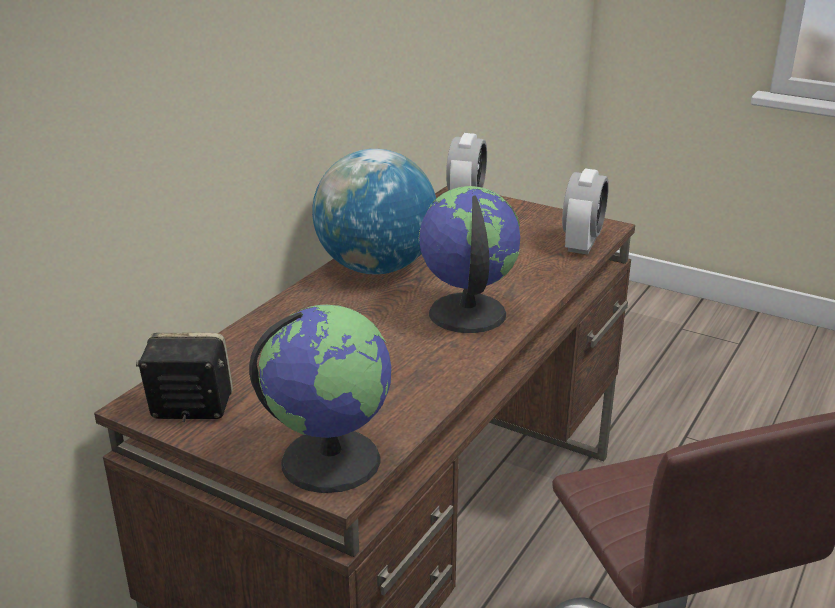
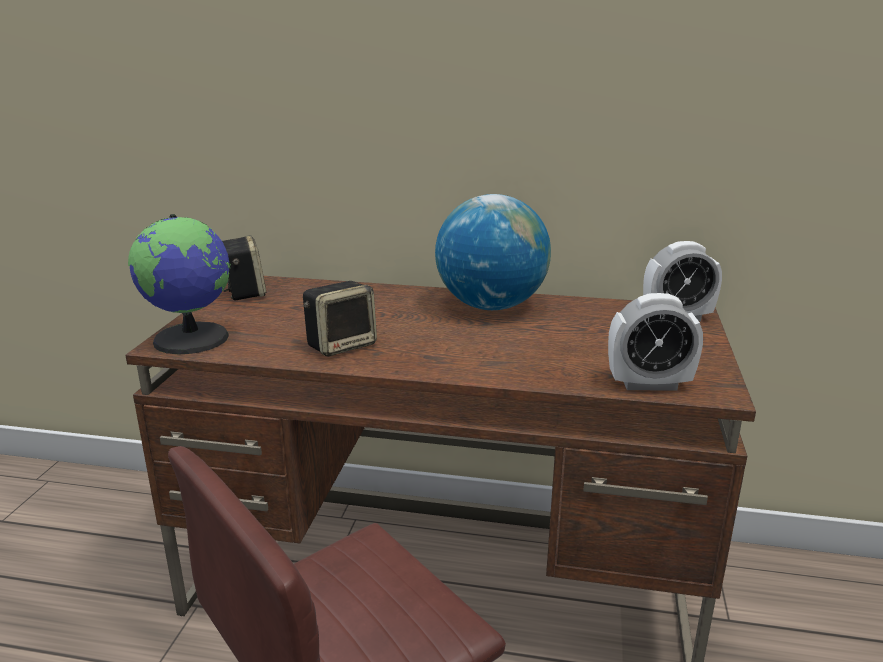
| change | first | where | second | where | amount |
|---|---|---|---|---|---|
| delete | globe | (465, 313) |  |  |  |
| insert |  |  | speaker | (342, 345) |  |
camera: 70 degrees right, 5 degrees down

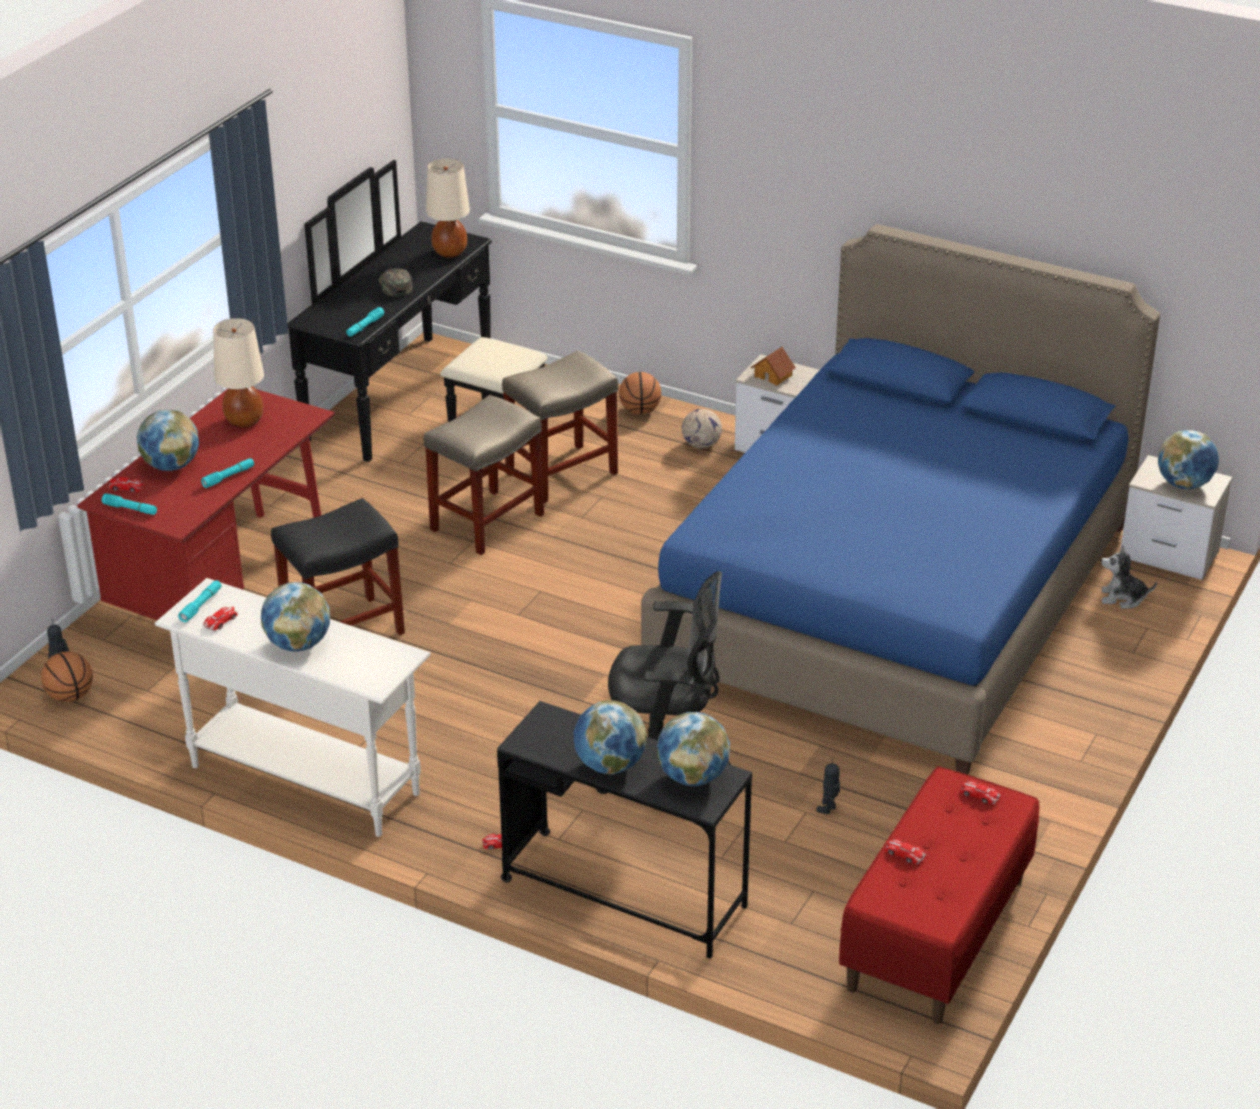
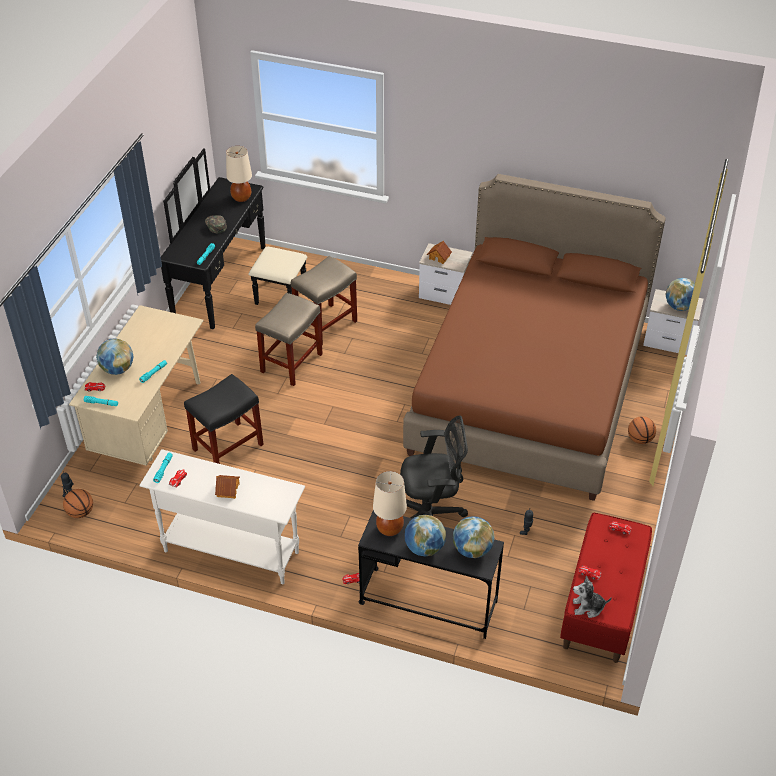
| change | first | where | second | where | amount |
|---|---|---|---|---|---|
| recolor | red desk | (224, 581) | beige desk | (150, 422) |  |
| move | beige table lamp | (245, 421) |  | (390, 528) |  |
| replace | globe | (298, 644) | toy house | (227, 490) |  |
| move | basketball | (640, 411) |  | (640, 439) |  |
| recolor | blue bed | (896, 598) | brown bed | (530, 387) |  |
| delete | football | (702, 445) |  |  |  |
| move | plush toy | (1122, 598) |  | (588, 607) |  |
camera: 10 degrees left, 10 degrees up

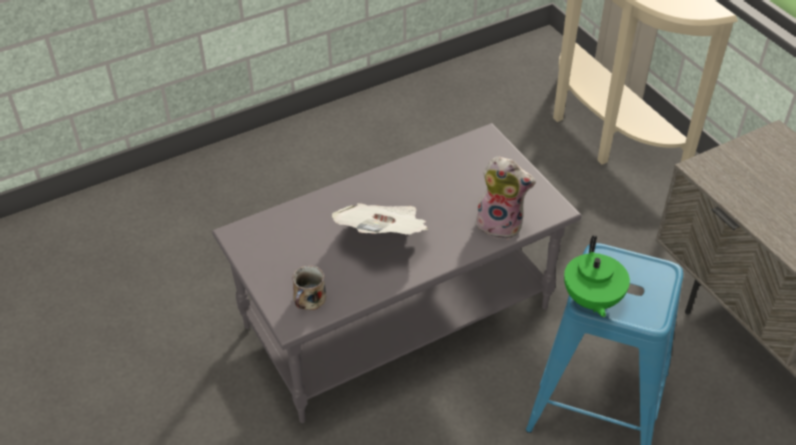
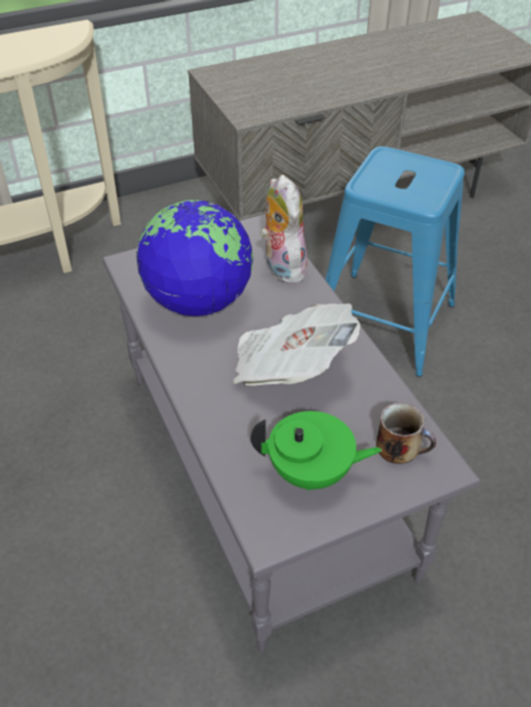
| change | first | where | second | where | amount |
|---|---|---|---|---|---|
| rotate | plush toy | (501, 224) |  | (281, 267) | 45 degrees counterclockwise |
| move | green teapot | (591, 300) |  | (311, 473) |  |
| insert |  |  | globe | (198, 301) |  |
camera: 85 degrees left, 0 degrees up

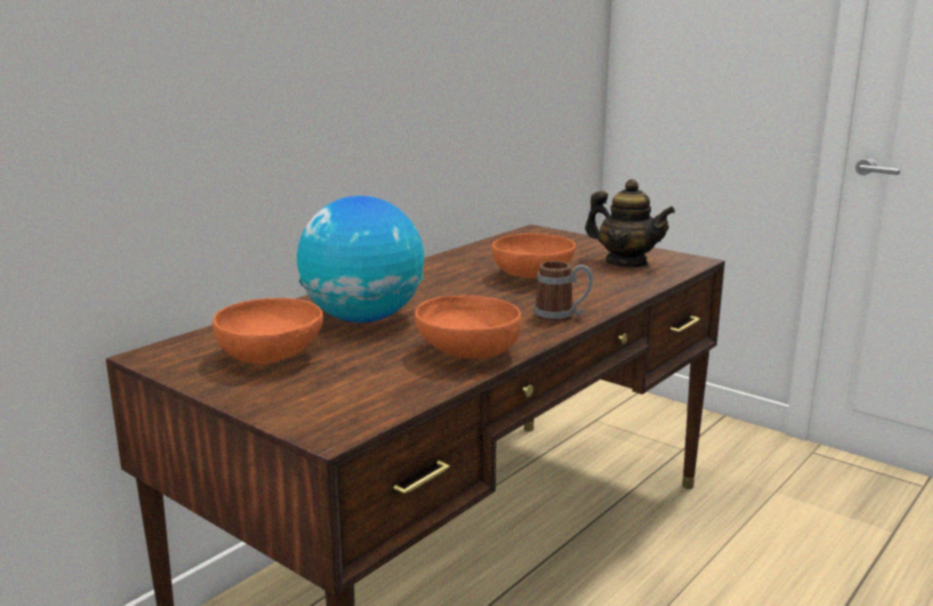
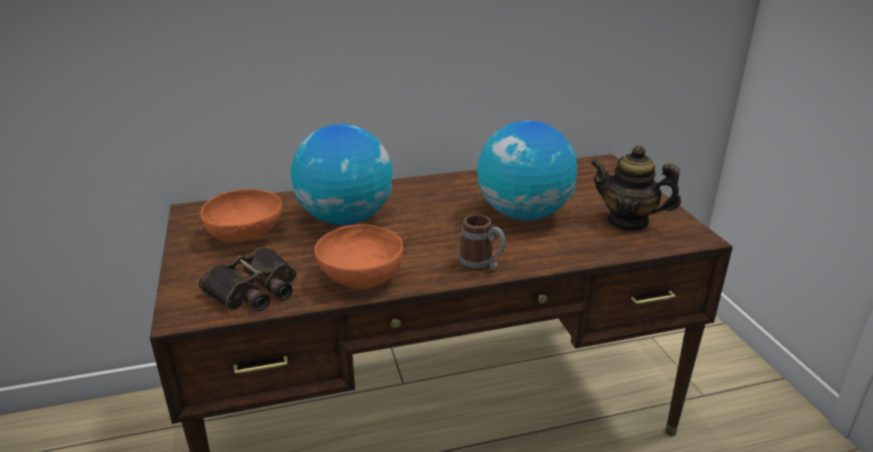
| change | first | where | second | where | amount |
|---|---|---|---|---|---|
| replace | orange bowl | (533, 277) | globe | (523, 215) |  |
| rotate | teapot | (626, 263) |  | (628, 222) | 135 degrees clockwise |
| insert |  |  | binoculars | (255, 290) |  |
camera: 35 degrees right, 10 degrees up

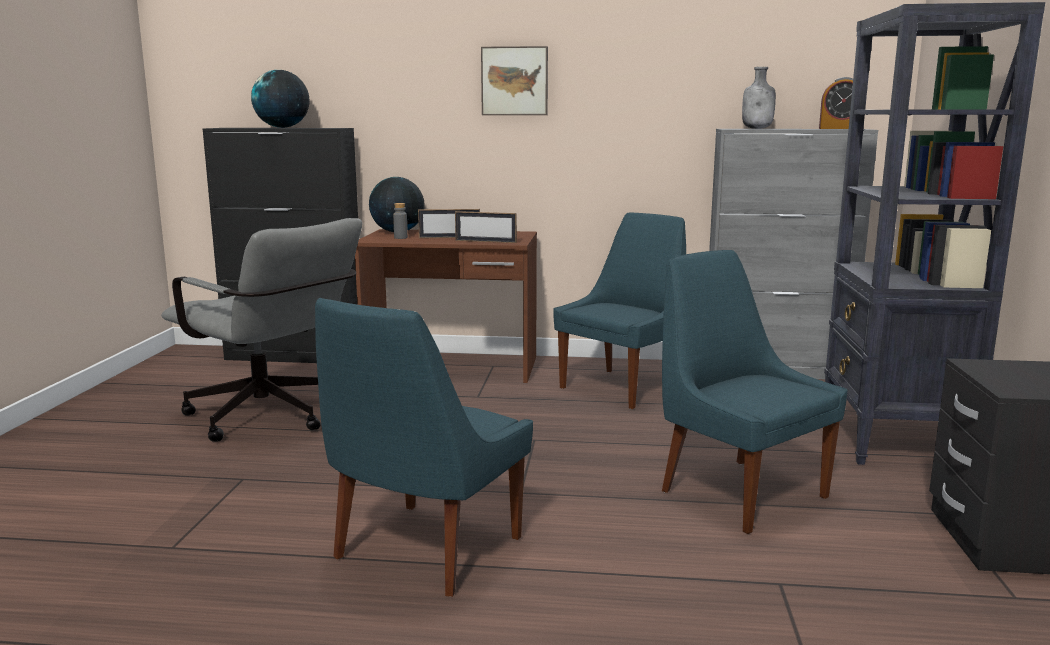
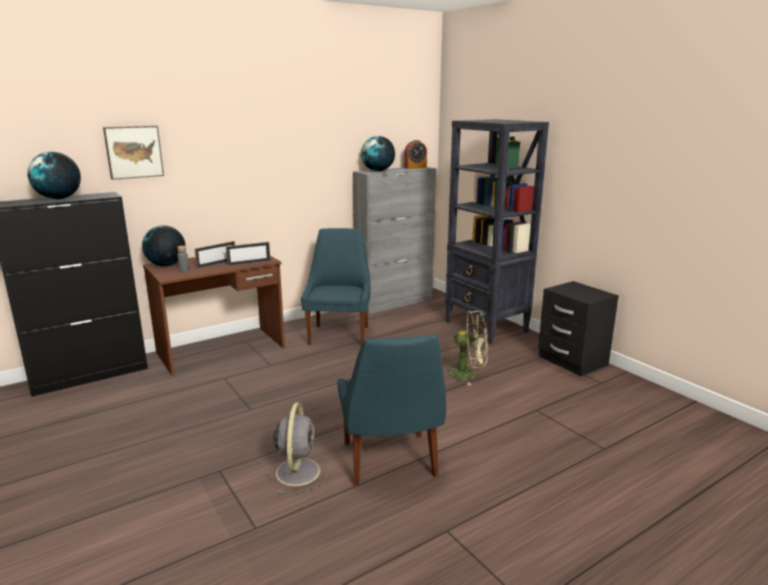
| change | first | where | second | where | amount |
|---|---|---|---|---|---|
| delete | grey office chair | (272, 418) |  |  |  |
| move | picture | (515, 81) |  | (133, 152) |  |
| replace | blue chair | (738, 492) | green fan | (468, 374) |  |
| replace | grey bottle | (757, 128) | globe | (378, 171) |  |
| insert |  |  | grey fan | (298, 470) |  |
camera: 40 degrees left, 5 degrees up

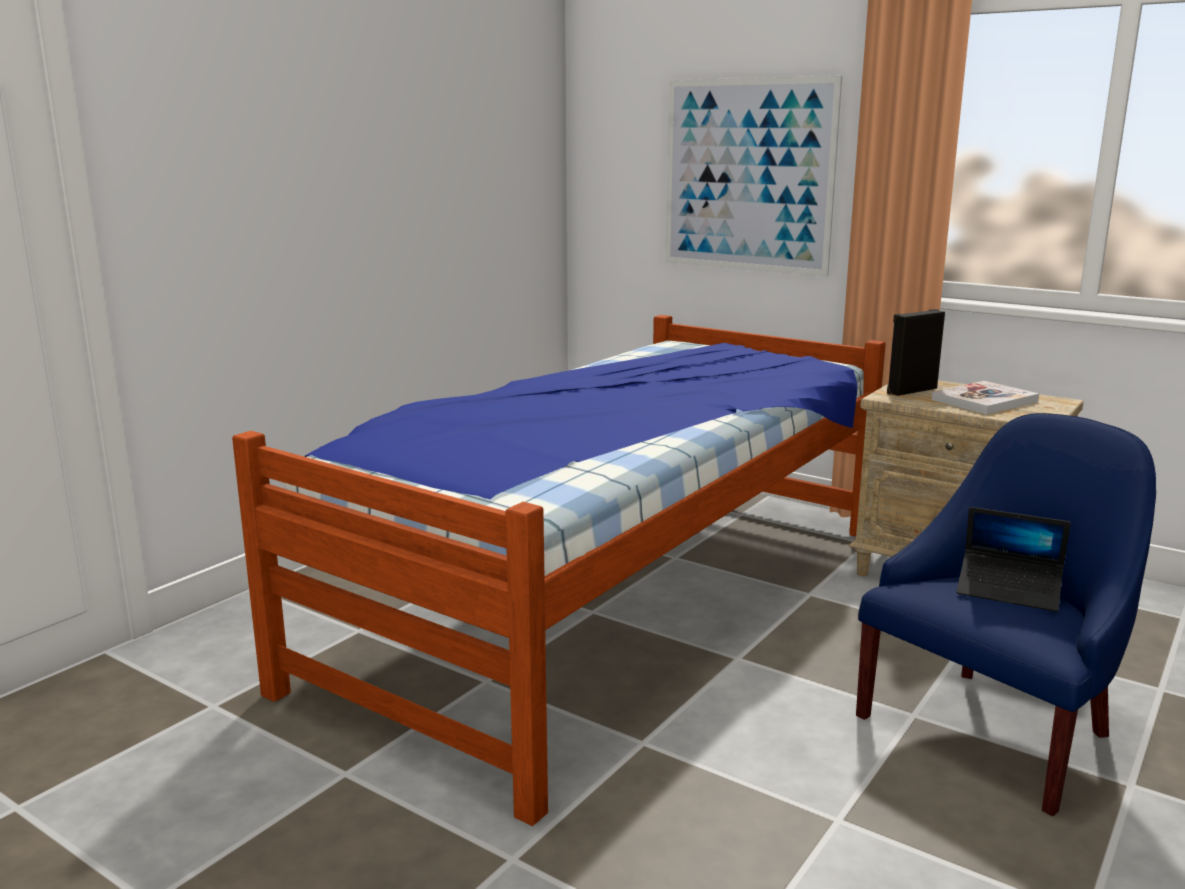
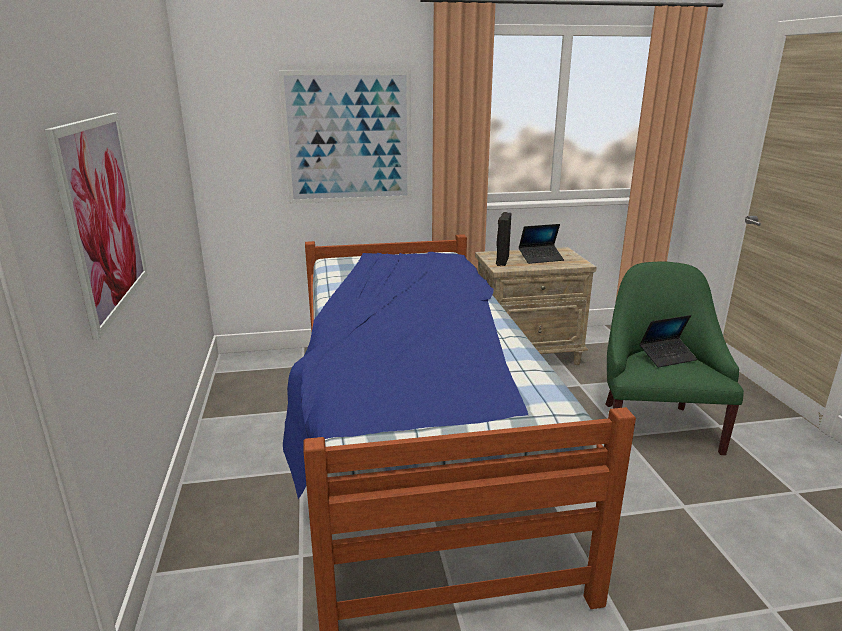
| change | first | where | second | where | amount |
|---|---|---|---|---|---|
| recolor | blue armchair | (994, 729) | green armchair | (654, 426) |  |
| replace | book | (984, 401) | laptop | (540, 258) |  |
| insert |  |  | picture | (103, 217) |  |
camera: 45 degrees left, 5 degrees up

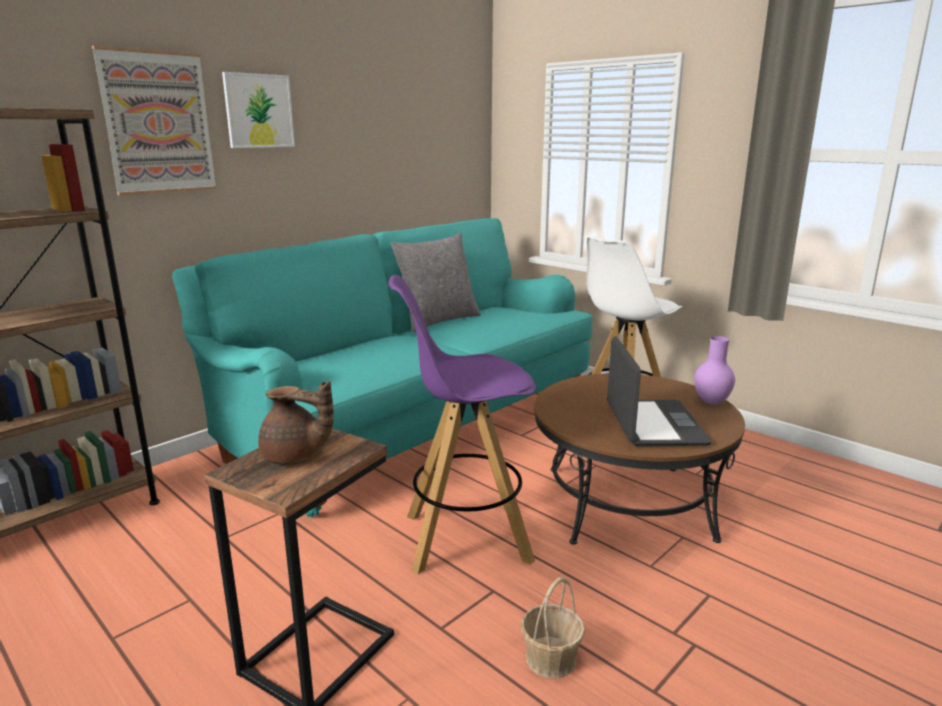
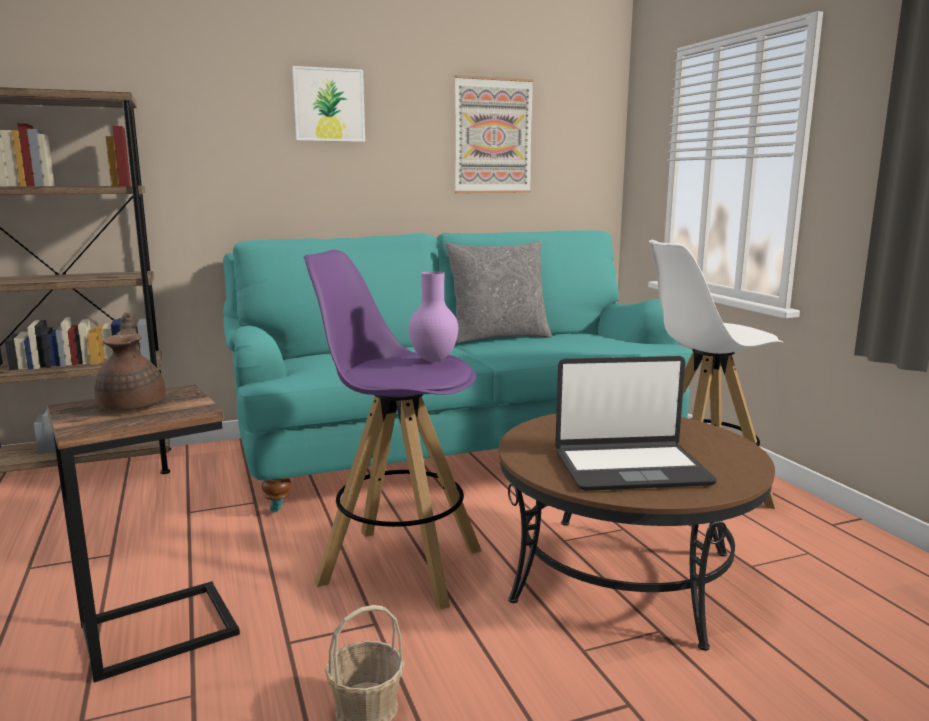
| change | first | where | second | where | amount |
|---|---|---|---|---|---|
| move | picture | (158, 123) |  | (493, 136) |  |
| rotate | brown teapot | (296, 456) |  | (134, 405) | 150 degrees counterclockwise |
| rotate | laptop | (653, 424) |  | (630, 468) | 60 degrees clockwise |
| move | purple vase | (712, 402) |  | (434, 360) |  |
camera: 25 degrees right, 5 degrees down

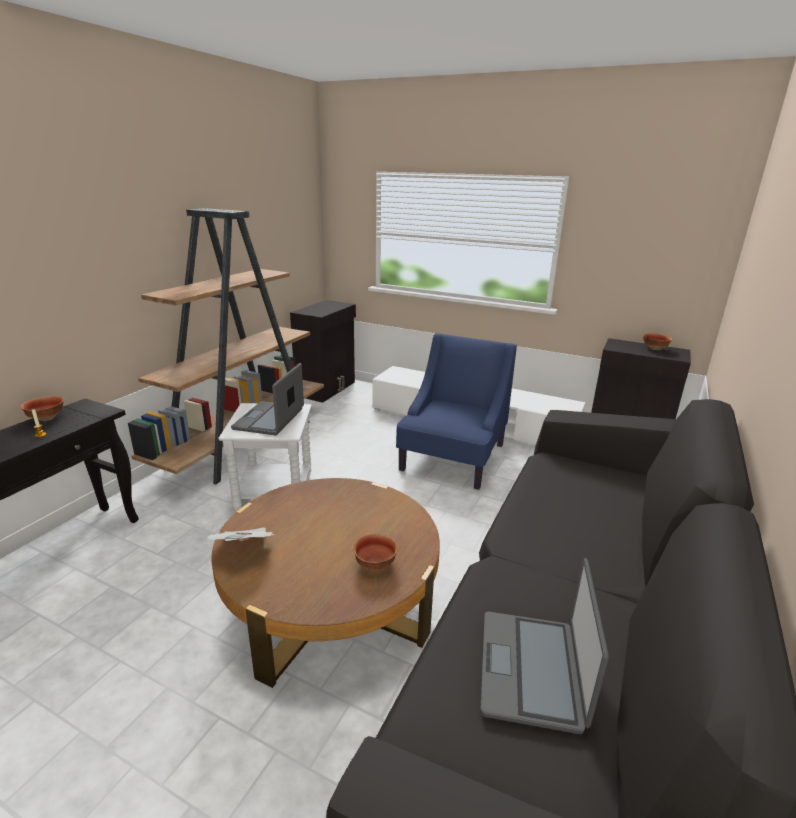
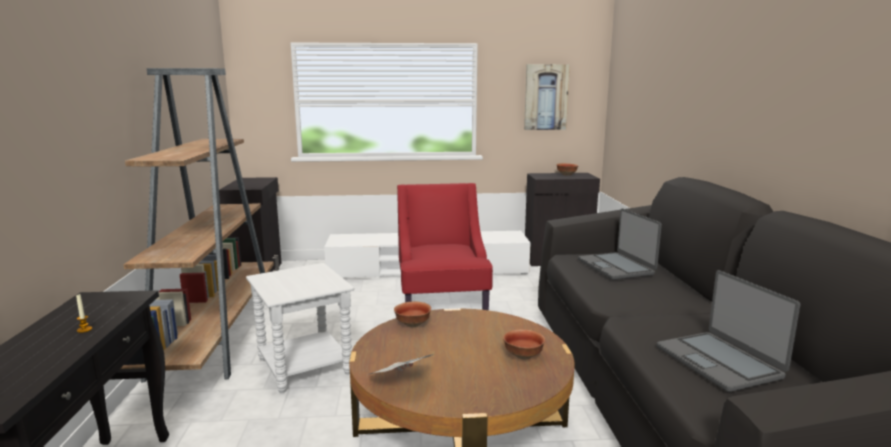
| change | first | where | second | where | amount |
|---|---|---|---|---|---|
| move | bowl | (46, 418) |  | (412, 325) |  |
| move | laptop | (270, 419) |  | (616, 267) |  |
| recolor | blue armchair | (452, 457) | red armchair | (441, 298) |  |
| insert |  |  | picture | (546, 97) |  |
camera: 30 degrees left, 10 degrees down

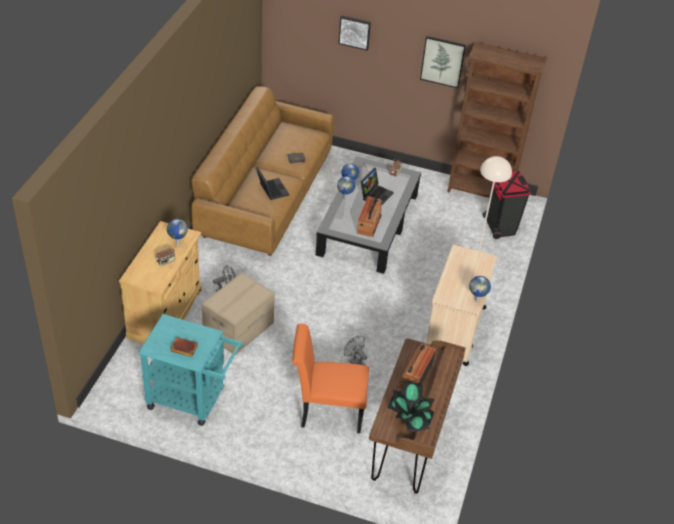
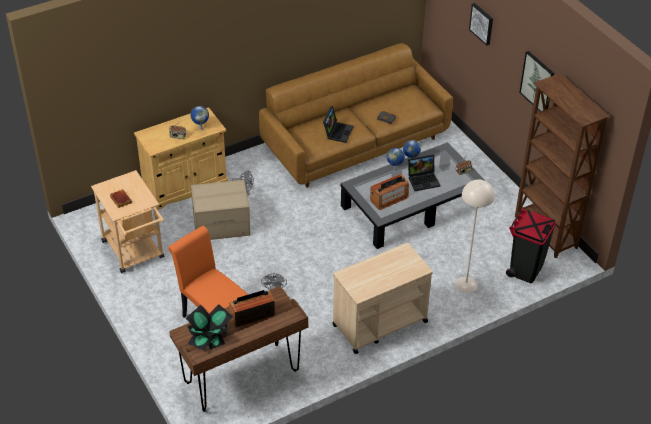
| change | first | where | second | where | amount |
|---|---|---|---|---|---|
| recolor | turquoise cart | (192, 400) | beige cart | (135, 253) |  |
| delete | globe | (477, 300) |  |  |  |
camera: 45 degrees right, 0 degrees up

